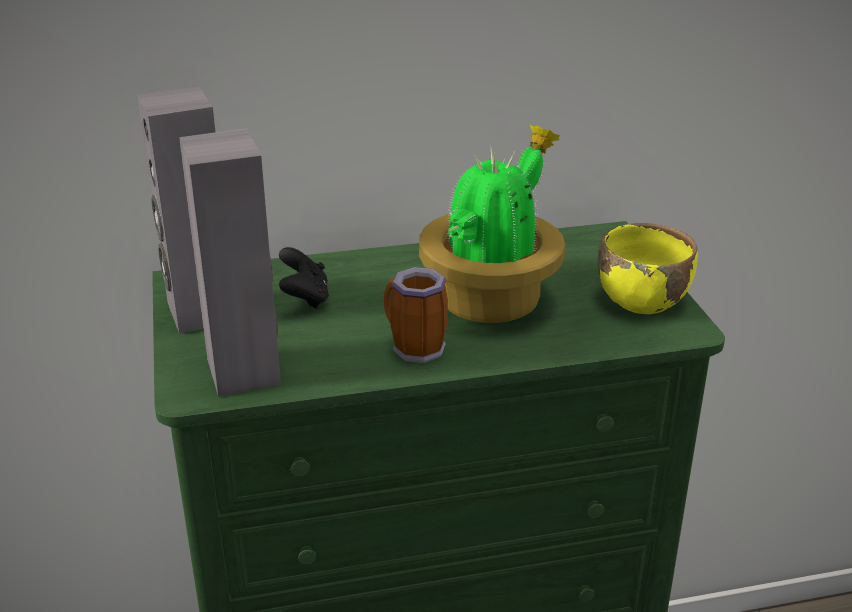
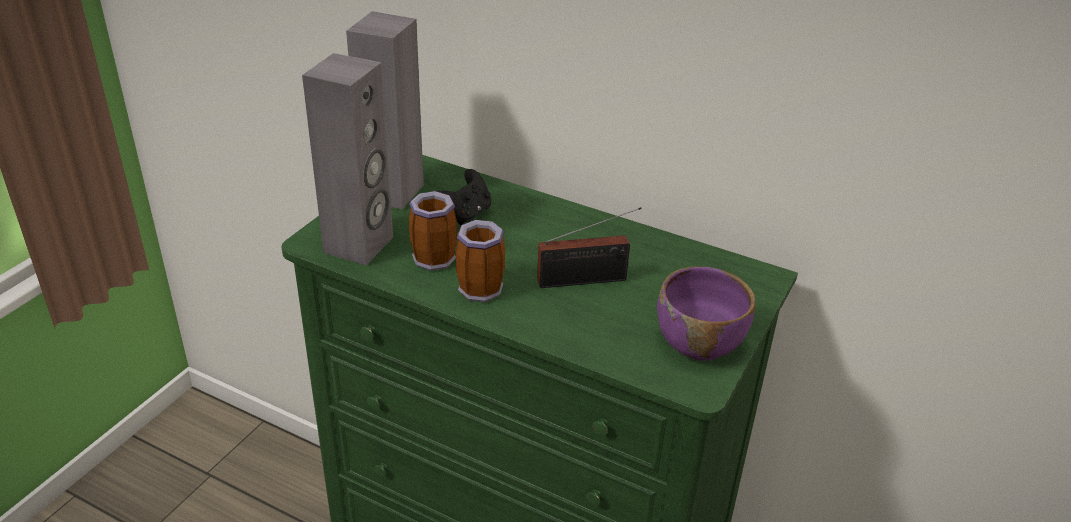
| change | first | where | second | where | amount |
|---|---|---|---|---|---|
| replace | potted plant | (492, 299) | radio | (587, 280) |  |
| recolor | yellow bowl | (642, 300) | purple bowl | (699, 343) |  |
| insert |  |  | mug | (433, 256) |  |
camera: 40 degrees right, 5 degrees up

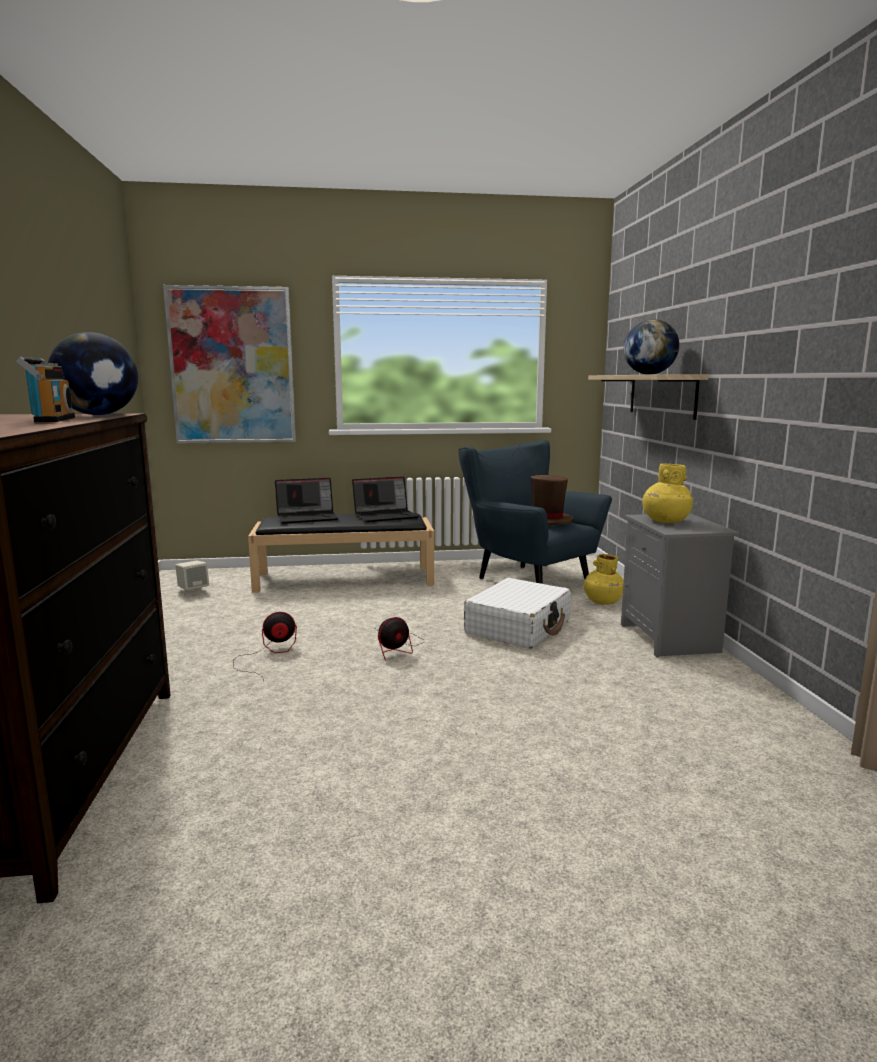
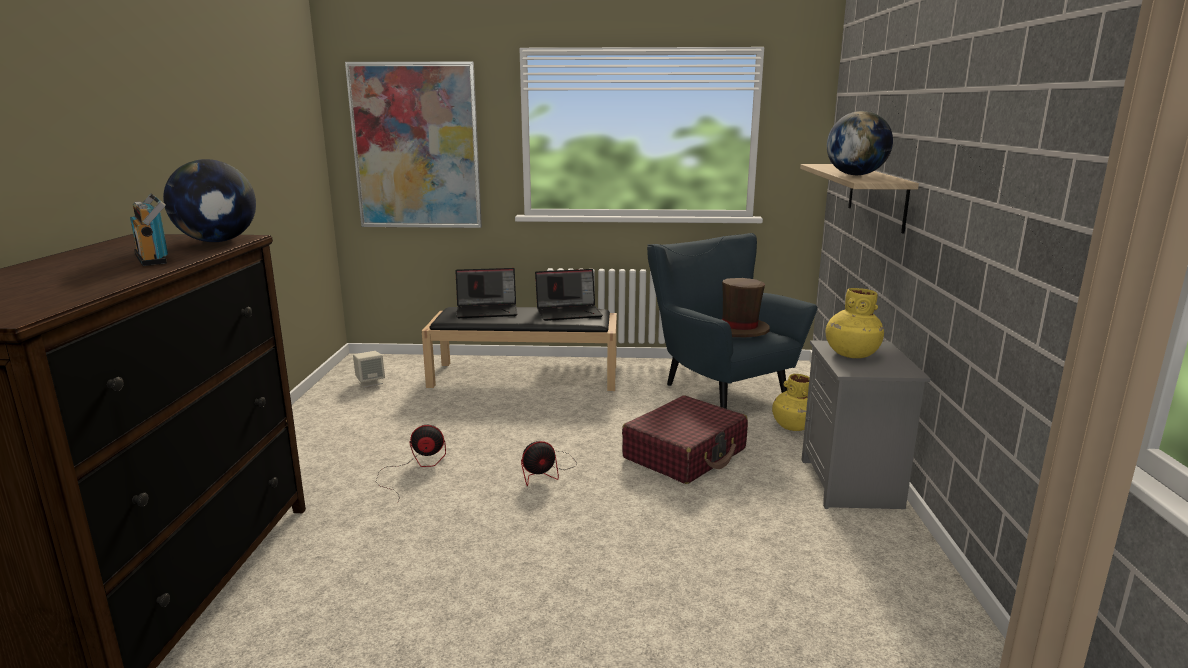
| change | first | where | second | where | amount |
|---|---|---|---|---|---|
| rotate | radio | (51, 419) |  | (155, 258) | 150 degrees clockwise |
| recolor | white suitcase | (519, 627) | red suitcase | (685, 454) |  |
camera: 10 degrees right, 5 degrees up

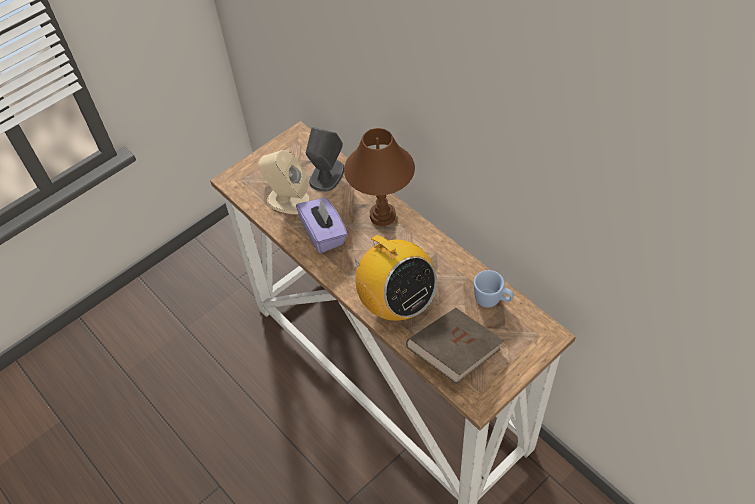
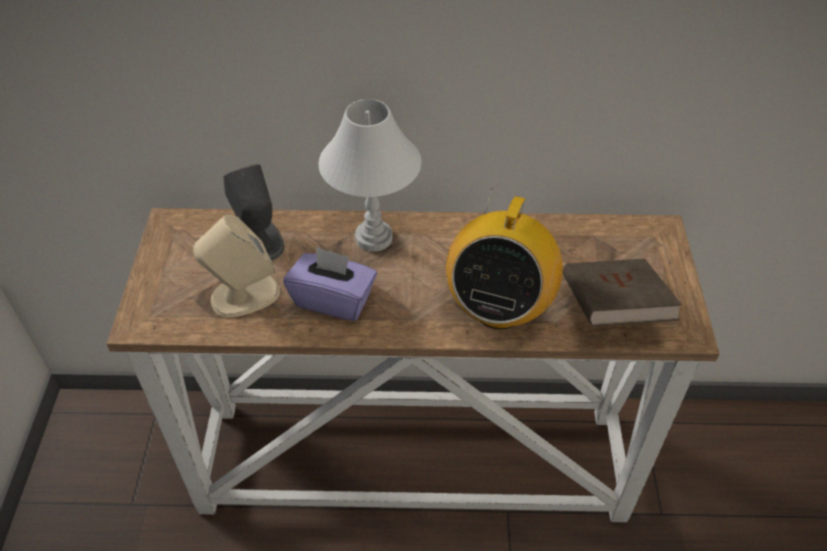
| change | first | where | second | where | amount |
|---|---|---|---|---|---|
| recolor | brown table lamp | (382, 216) | white table lamp | (374, 238) |  |
| rotate | radio | (396, 303) |  | (498, 307) | 105 degrees clockwise |
| delete | blue mug | (492, 300) |  |  |  |
camera: 50 degrees left, 5 degrees down

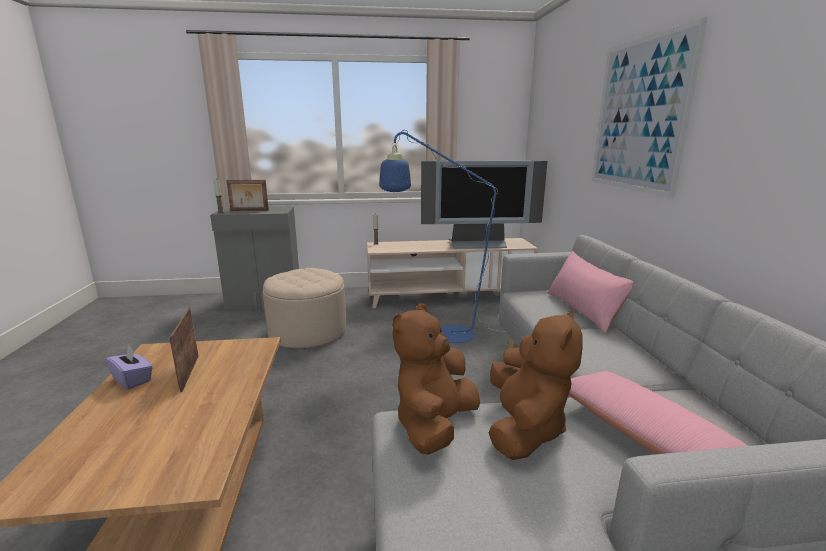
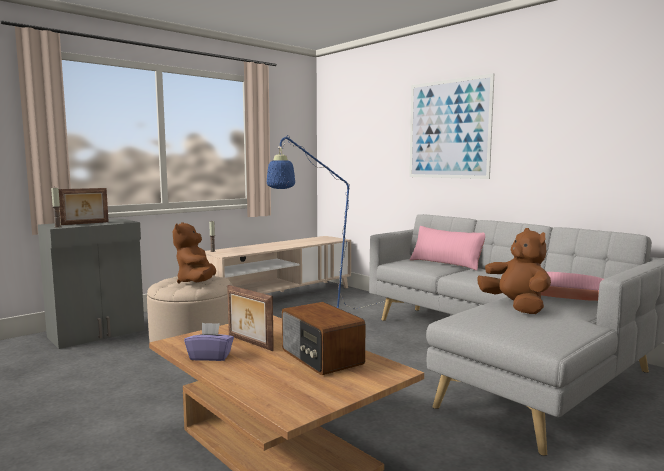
| change | first | where | second | where | amount |
|---|---|---|---|---|---|
| move | brown plush toy | (434, 425) |  | (197, 282) |  |
| delete | television | (478, 245) |  |  |  |
| insert |  |  | radio | (320, 357) |  |
camera: 35 degrees left, 10 degrees down

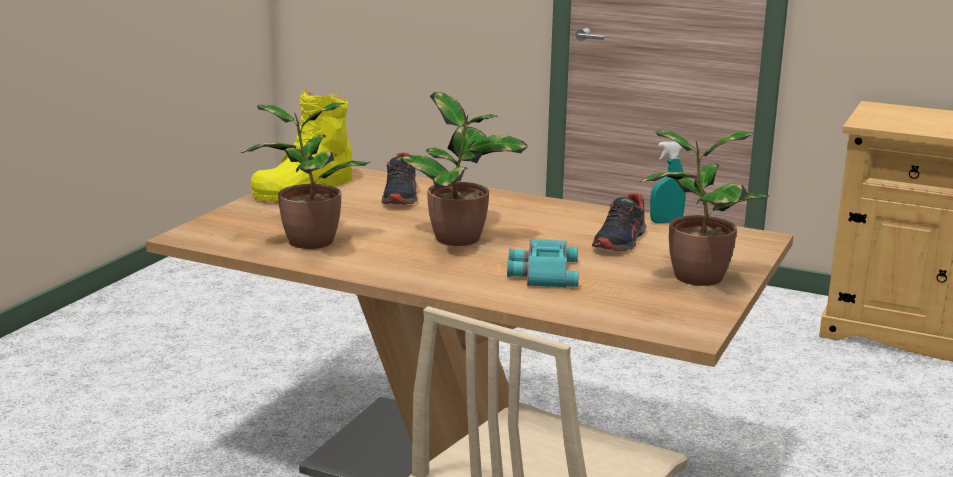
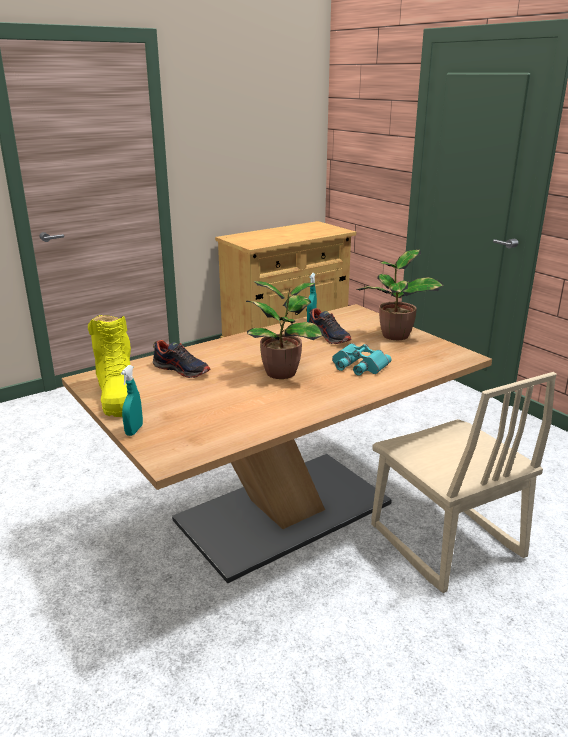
| change | first | where | second | where | amount |
|---|---|---|---|---|---|
| delete | potted plant | (307, 241) |  |  |  |
| insert |  |  | turquoise spray bottle | (134, 430) |  |
camera: 60 degrees left, 5 degrees up

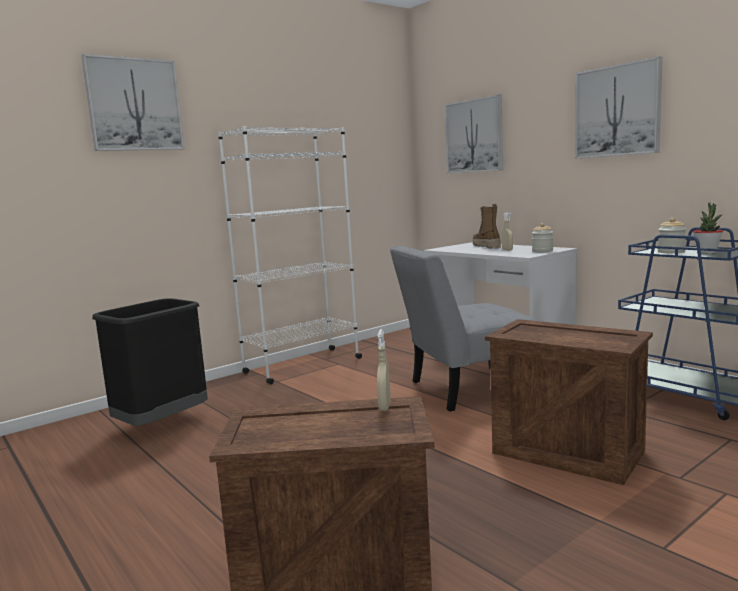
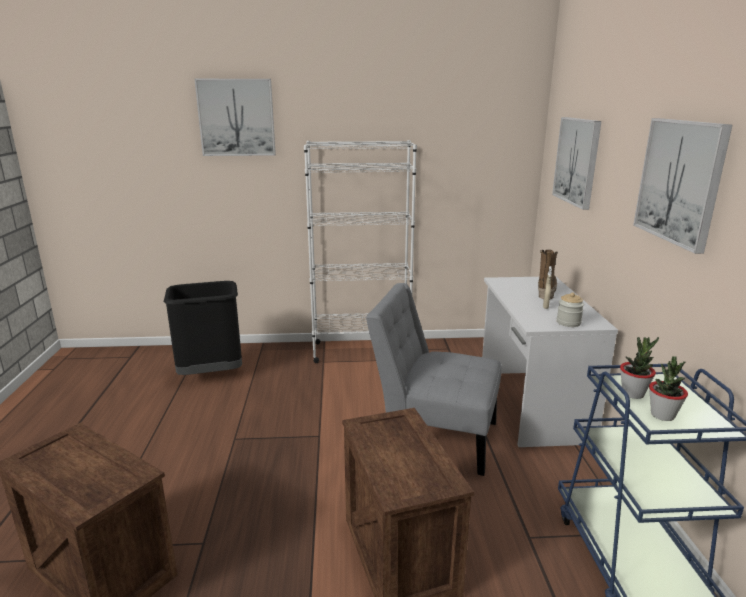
| change | first | where | second | where | amount |
|---|---|---|---|---|---|
| delete | beige spray bottle | (384, 407) |  |  |  |
| replace | jar | (671, 252) | potted plant | (633, 393) |  |
camera: 35 degrees right, 10 degrees up

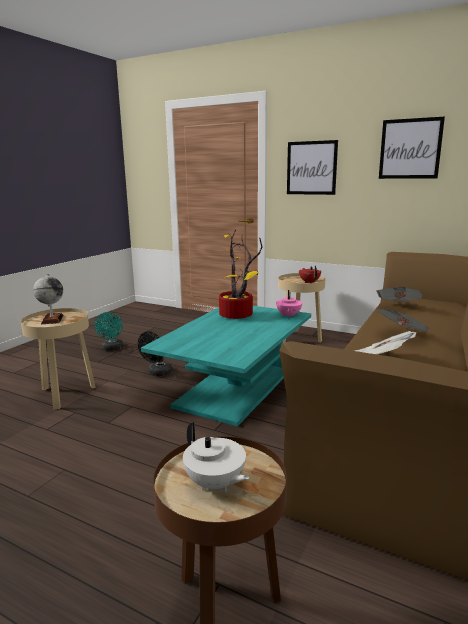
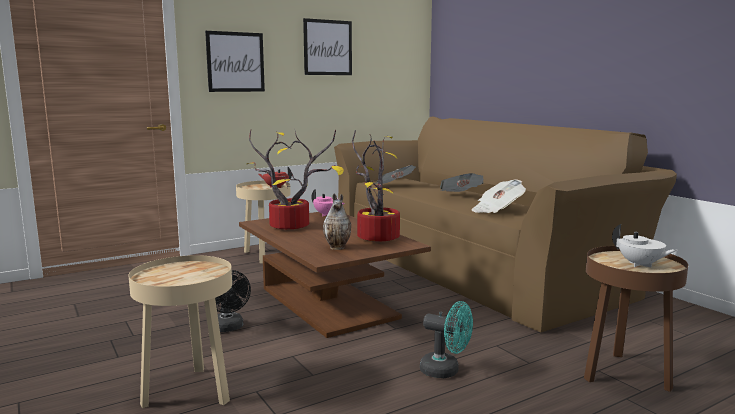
| change | first | where | second | where | amount |
|---|---|---|---|---|---|
| delete | globe | (52, 319) |  |  |  |
| move | turquoise fan | (112, 348) |  | (446, 371) |  |
| recolor | turquoise coffee table | (235, 388) | brown coffee table | (328, 303) |  |
| rotate | white teapot | (215, 484) |  | (640, 265) | 60 degrees clockwise |
| insert |  |  | vase | (338, 247) |  |
| insert |  |  | potted plant | (374, 237) |  |
camera: 60 degrees left, 5 degrees down

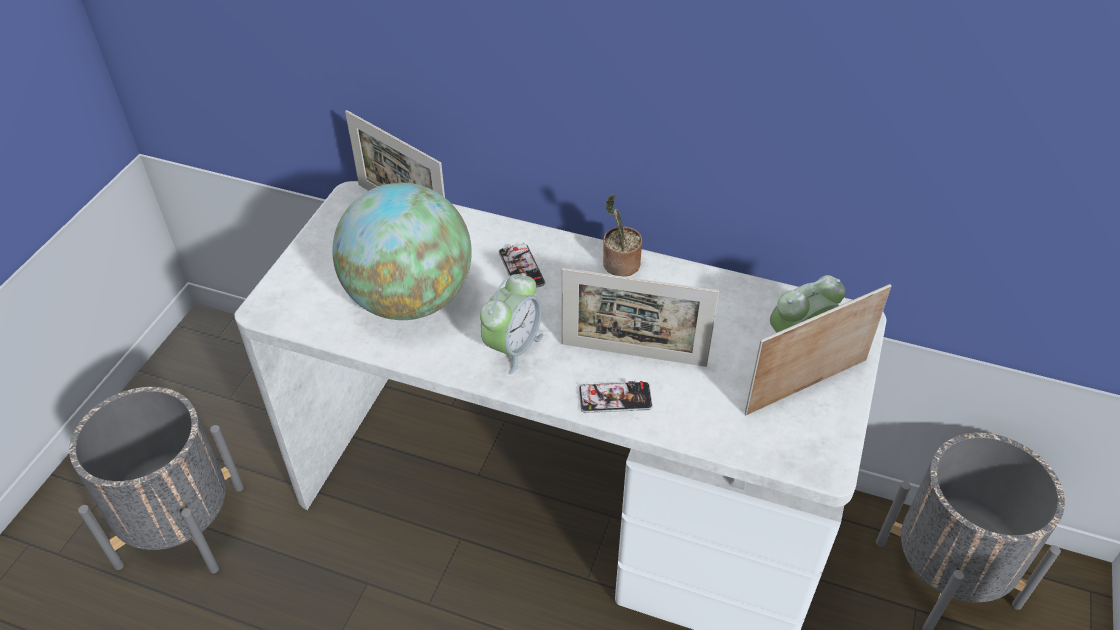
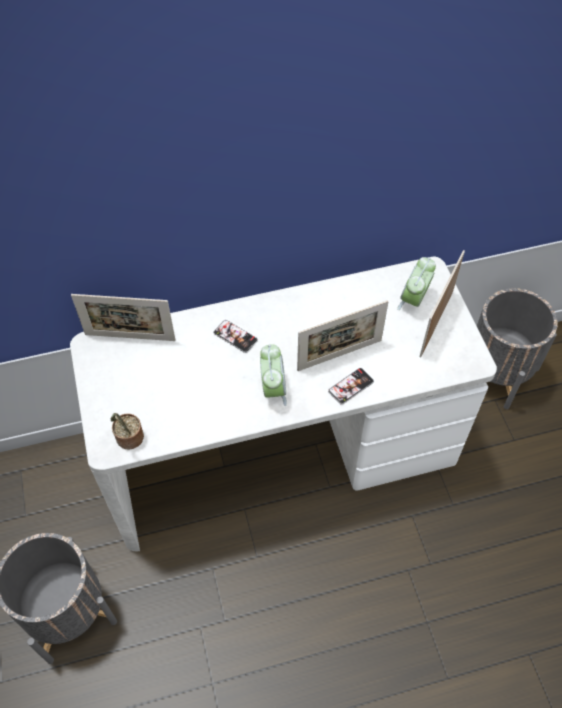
| change | first | where | second | where | amount |
|---|---|---|---|---|---|
| delete | globe | (409, 299) |  |  |  |
| move | potted plant | (619, 265) |  | (129, 439) |  |
camera: 35 degrees left, 10 degrees up

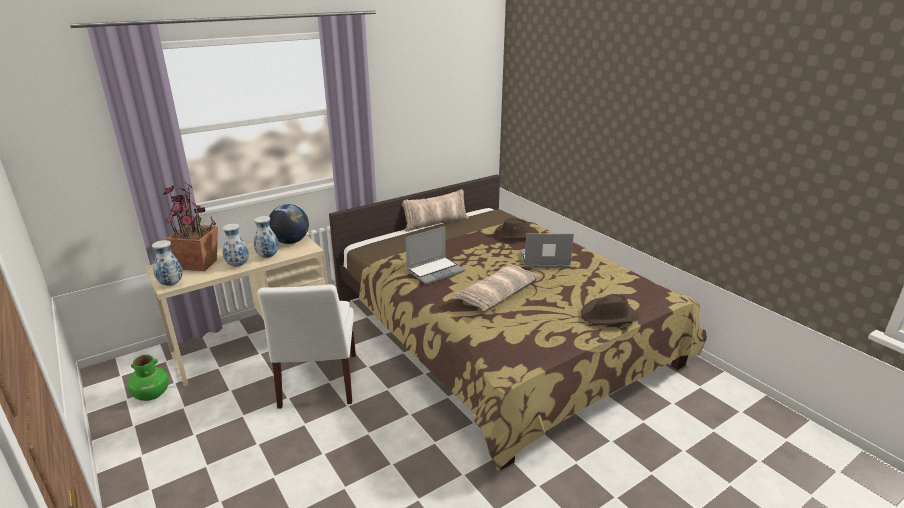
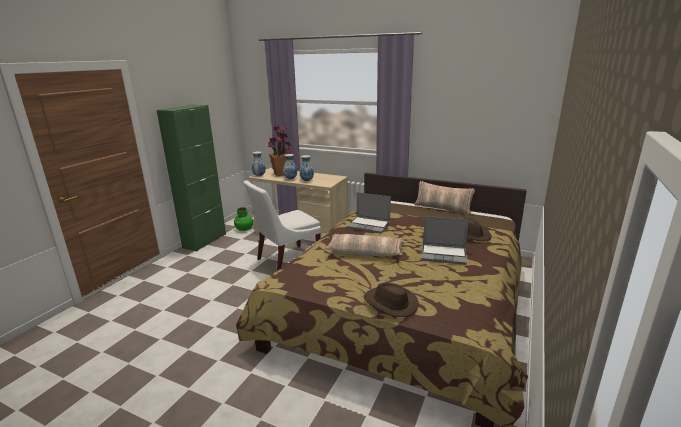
| change | first | where | second | where | amount |
|---|---|---|---|---|---|
| delete | globe | (291, 242) |  |  |  |
| rotate | laptop | (544, 260) |  | (444, 255) | 135 degrees clockwise |
| insert |  |  | green cabinet | (204, 241) |  |
camera: 60 degrees right, 5 degrees down

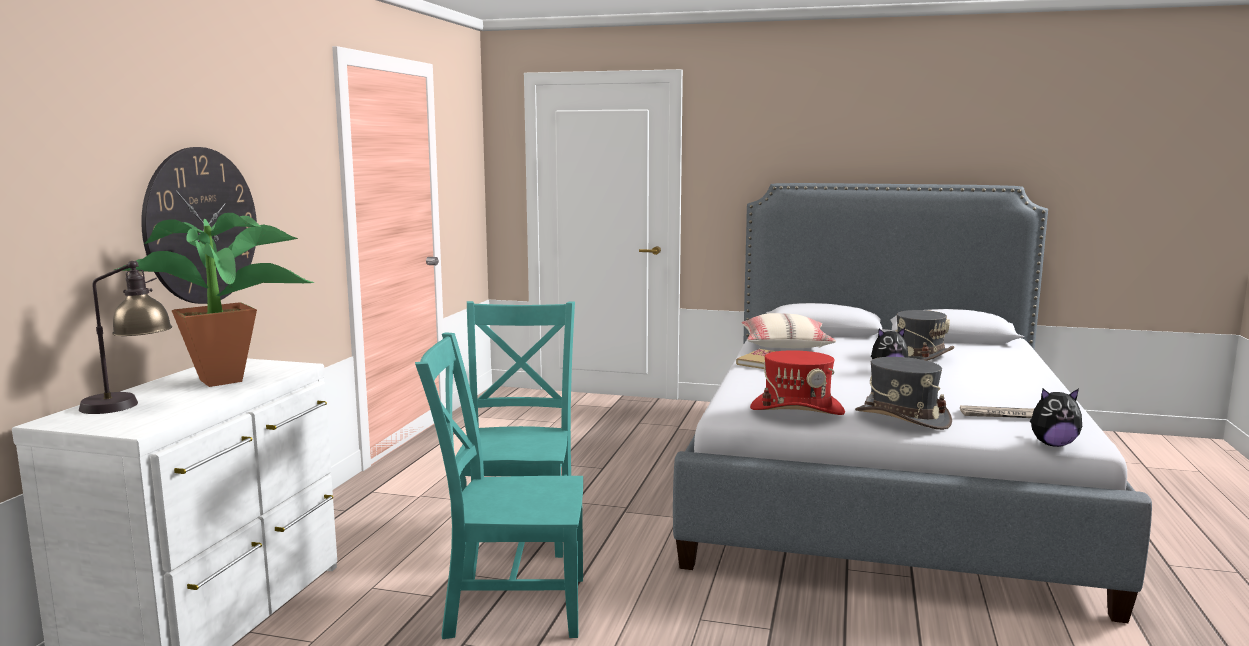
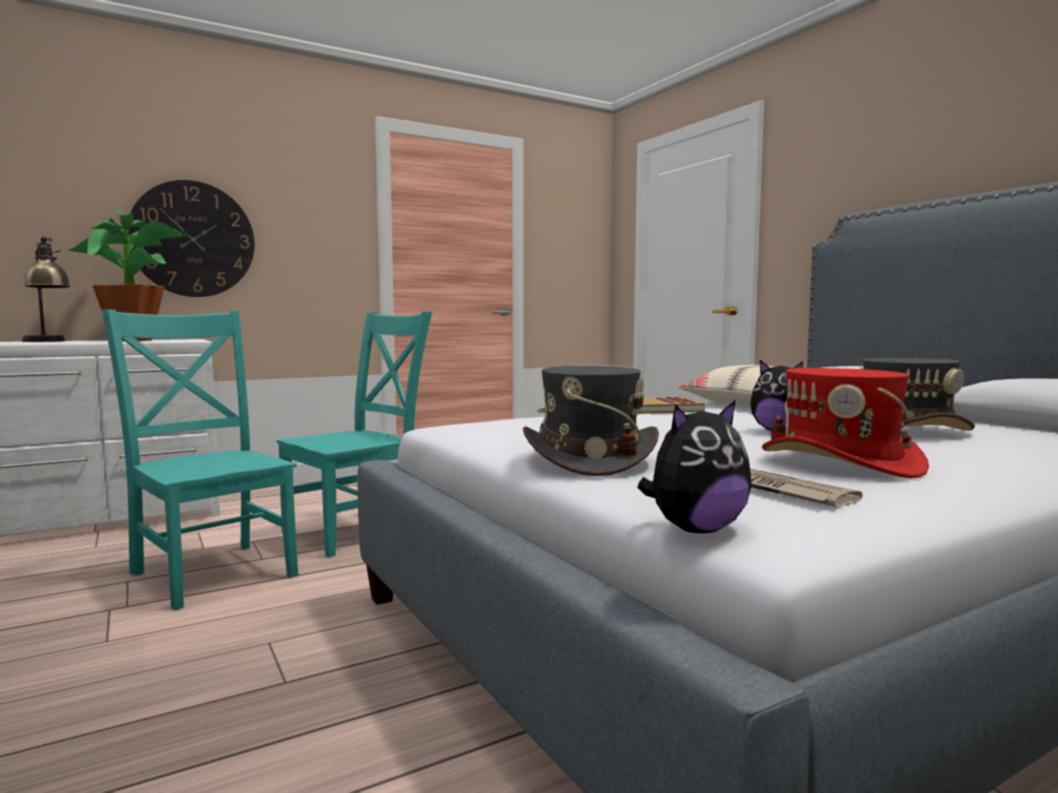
| change | first | where | second | where | amount |
|---|---|---|---|---|---|
| move | red hat | (797, 410) |  | (840, 462) |  |
| rotate | plush toy | (1052, 444) |  | (695, 529) | 75 degrees counterclockwise |
camera: 45 degrees right, 5 degrees down

